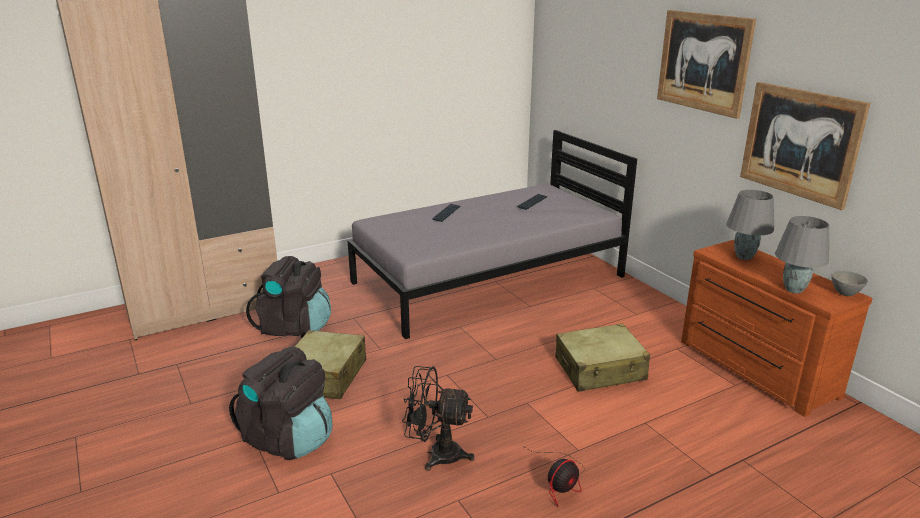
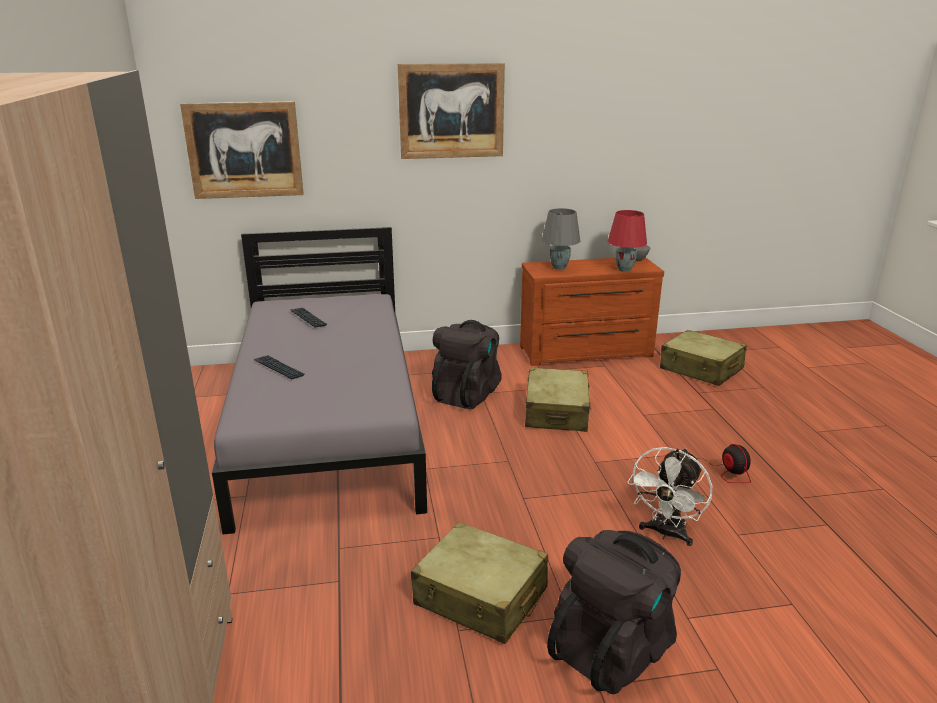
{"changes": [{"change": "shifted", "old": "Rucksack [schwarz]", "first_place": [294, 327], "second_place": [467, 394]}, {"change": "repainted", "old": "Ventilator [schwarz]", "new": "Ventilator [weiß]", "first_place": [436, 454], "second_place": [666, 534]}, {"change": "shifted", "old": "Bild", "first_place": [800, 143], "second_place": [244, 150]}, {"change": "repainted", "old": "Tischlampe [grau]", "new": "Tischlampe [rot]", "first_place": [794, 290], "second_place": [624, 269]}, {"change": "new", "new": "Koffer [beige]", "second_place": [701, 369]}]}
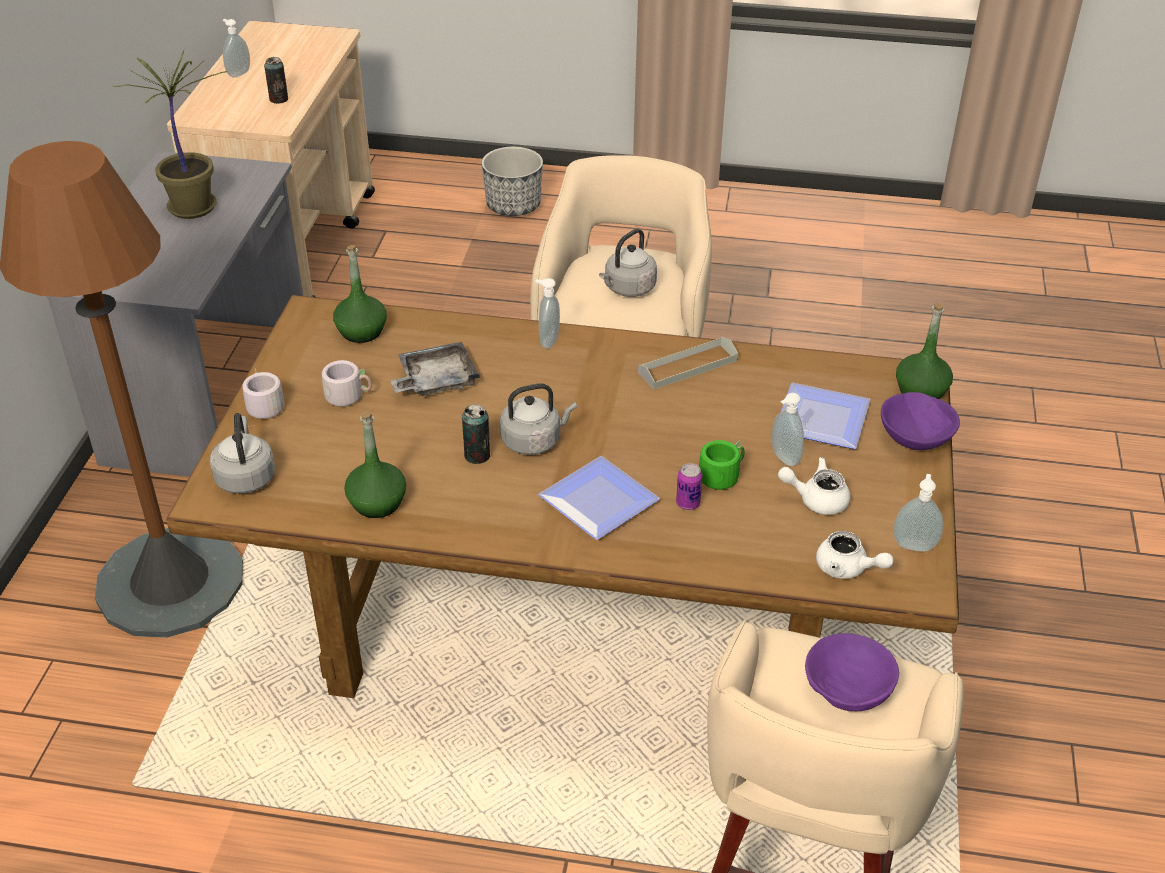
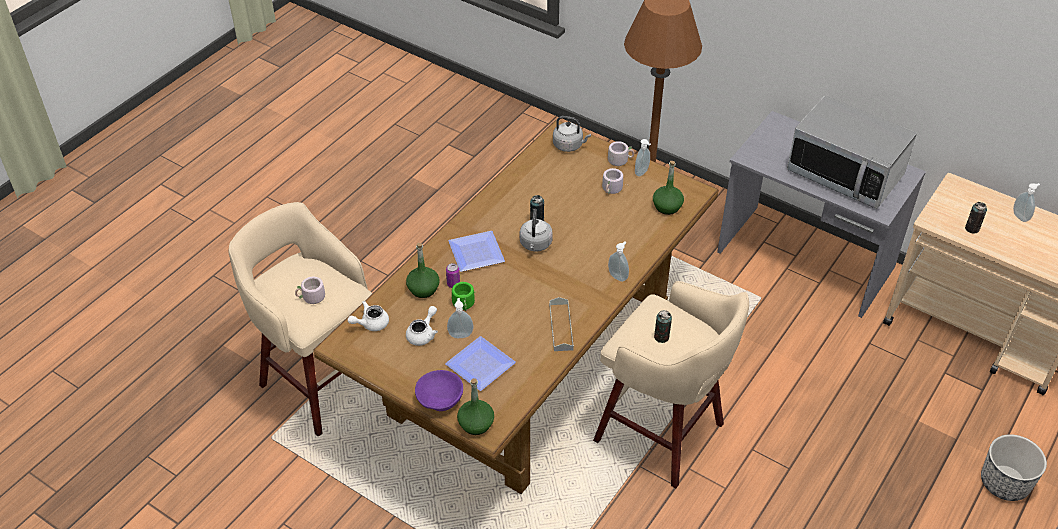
{"changes": [{"change": "swapped", "old": "Topfpflanze", "new": "Mikrowelle", "first_place": [192, 206], "second_place": [845, 174]}, {"change": "shifted", "old": "Flasche [grün]", "first_place": [377, 503], "second_place": [423, 289]}, {"change": "gone", "old": "Tablett [grau]", "first_place": [435, 380]}, {"change": "swapped", "old": "Wasserkessel [grau]", "new": "Dose", "first_place": [628, 289], "second_place": [661, 337]}, {"change": "swapped", "old": "Schüssel [lila]", "new": "Henkelbecher [grau]", "first_place": [849, 689], "second_place": [311, 298]}, {"change": "shifted", "old": "Seifenspender", "first_place": [914, 544], "second_place": [642, 173]}]}
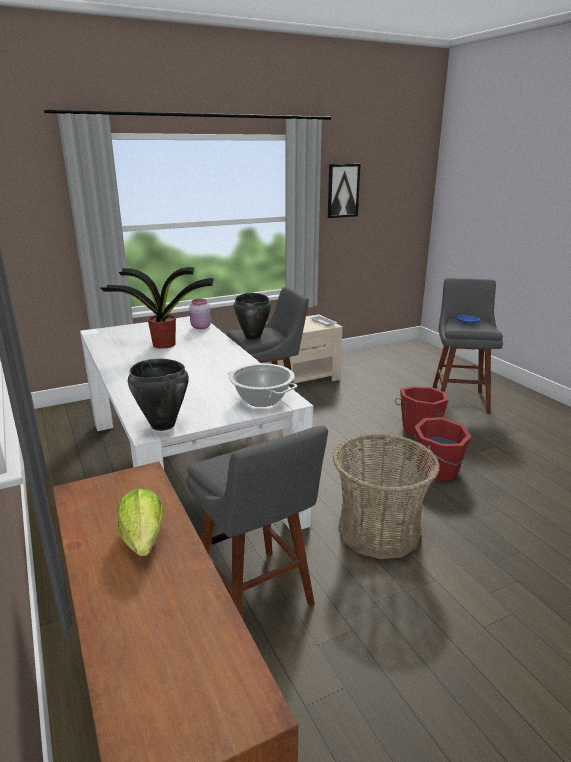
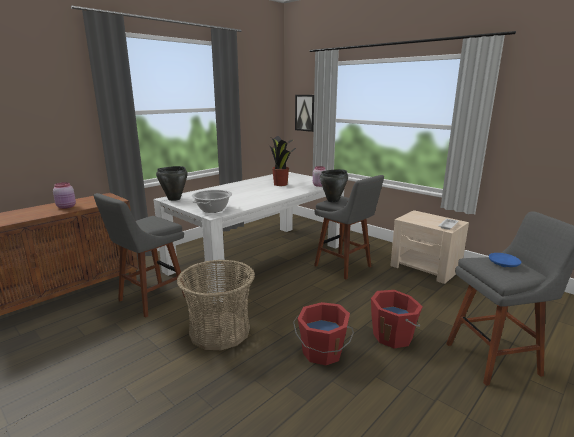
{"changes": [{"change": "swapped", "old": "Salatkopf", "new": "Vorratsglas [rosa]", "first_place": [143, 540], "second_place": [67, 207]}, {"change": "shifted", "old": "Bild", "first_place": [343, 190], "second_place": [305, 113]}]}
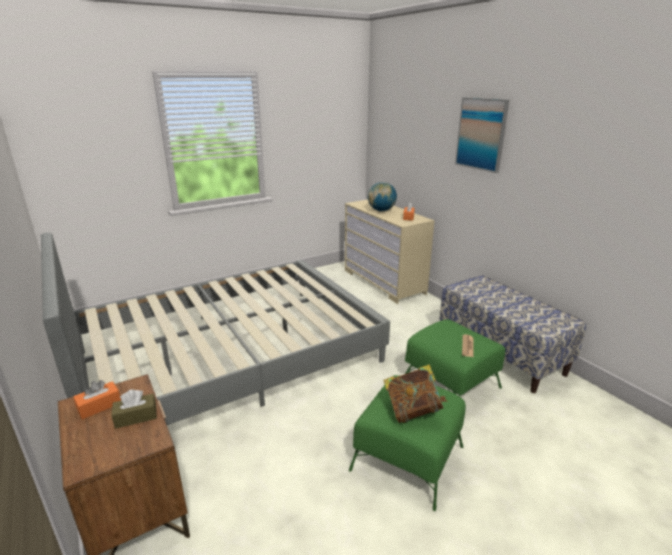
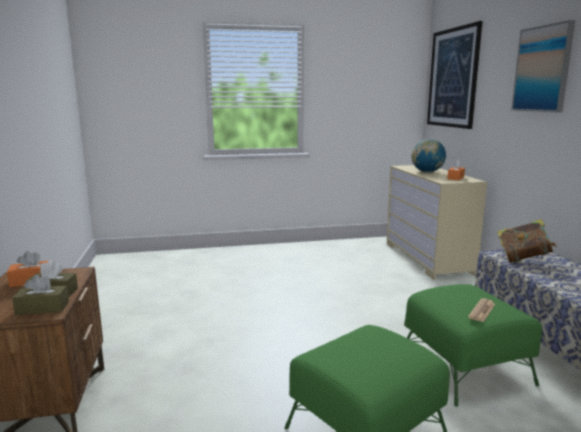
{"changes": [{"change": "gone", "old": "Bett [grau]", "first_place": [228, 357]}, {"change": "shifted", "old": "Buch", "first_place": [413, 411], "second_place": [523, 259]}, {"change": "new", "new": "Taschentuchbox [braun]", "second_place": [42, 308]}, {"change": "new", "new": "Bild", "second_place": [453, 78]}]}
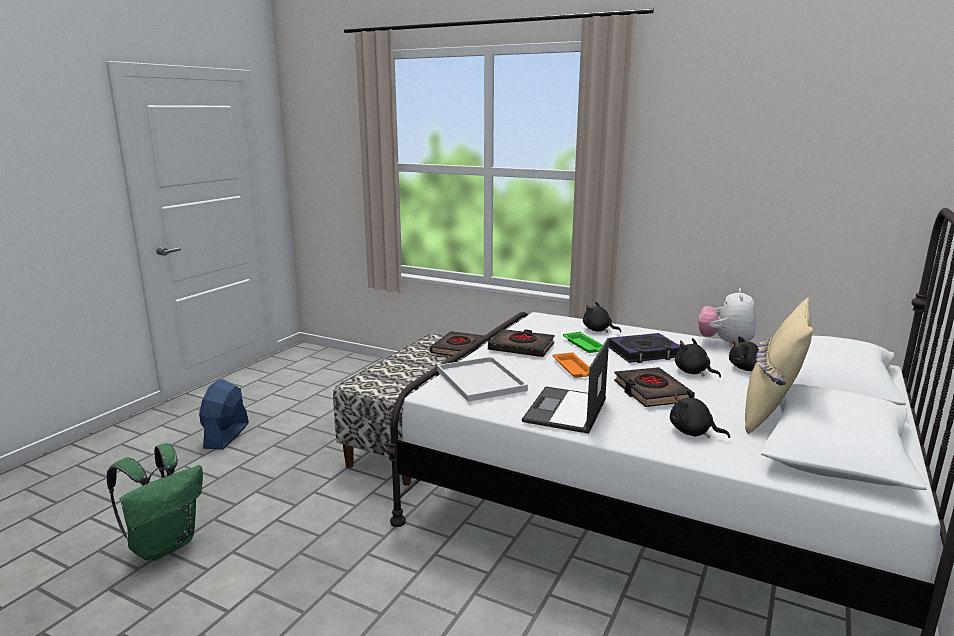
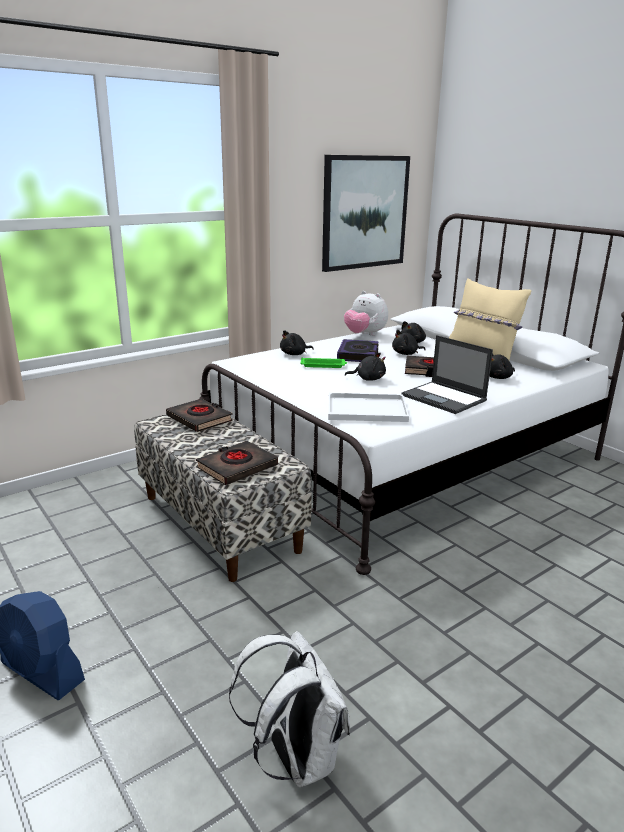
{"changes": [{"change": "repainted", "old": "Rucksack [grün]", "new": "Rucksack [weiß]", "first_place": [164, 545], "second_place": [295, 757]}, {"change": "shifted", "old": "Buch [schwarz]", "first_place": [521, 347], "second_place": [237, 467]}, {"change": "swapped", "old": "Tablett [orange]", "new": "Plüschtier [schwarz]", "first_place": [573, 369], "second_place": [368, 379]}, {"change": "new", "new": "Bild", "second_place": [365, 212]}]}
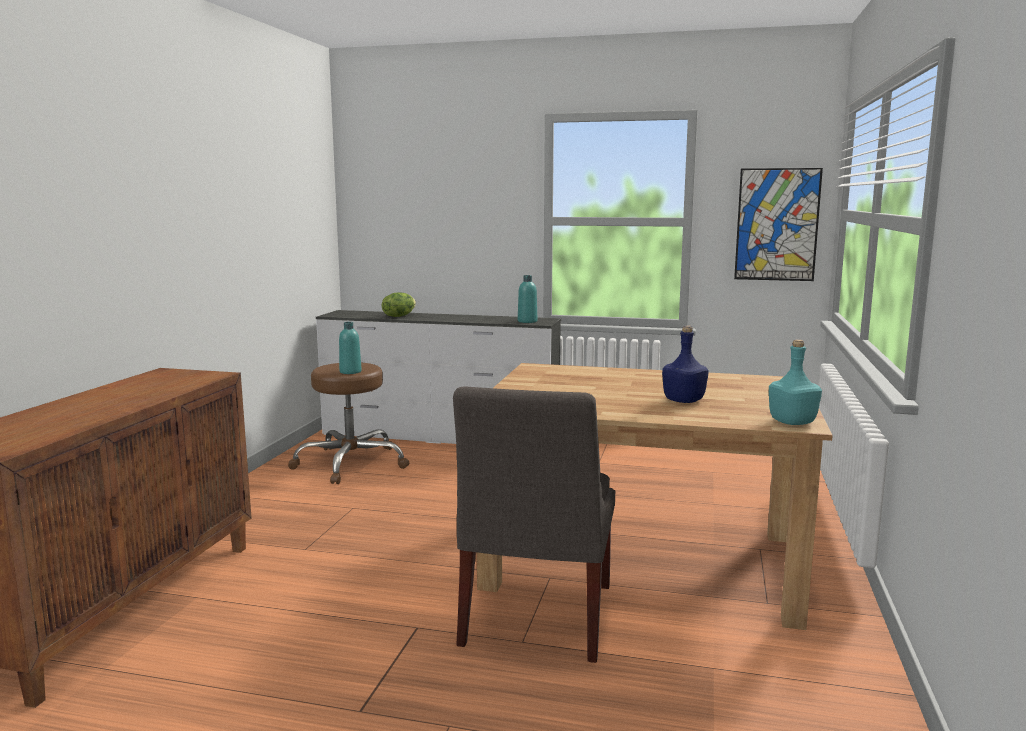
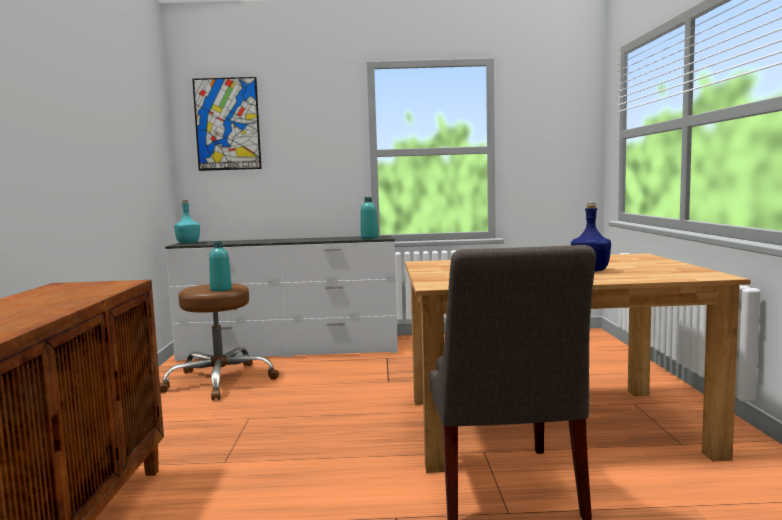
{"changes": [{"change": "gone", "old": "Salatkopf", "first_place": [399, 316]}, {"change": "shifted", "old": "Bild", "first_place": [777, 225], "second_place": [227, 124]}, {"change": "shifted", "old": "Flasche [türkis]", "first_place": [791, 422], "second_place": [188, 243]}]}
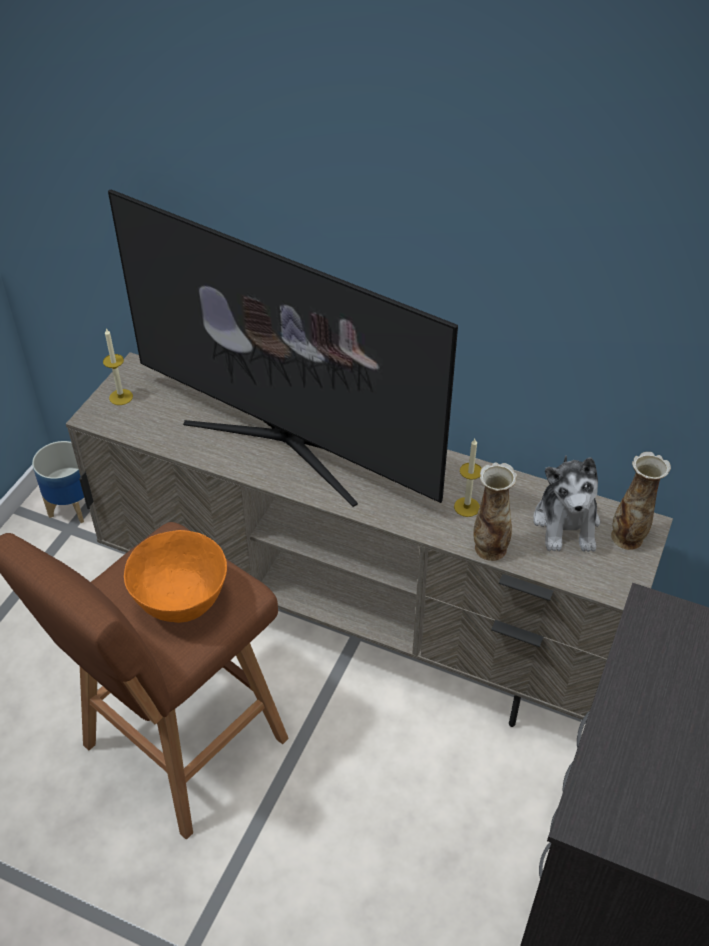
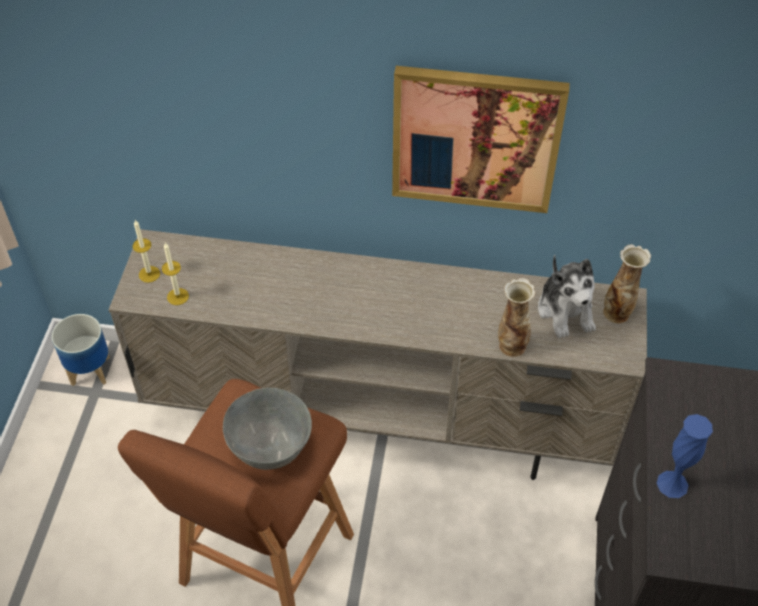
{"changes": [{"change": "gone", "old": "Fernseher", "first_place": [285, 442]}, {"change": "repainted", "old": "Schüssel [orange]", "new": "Schüssel [grau]", "first_place": [183, 602], "second_place": [271, 448]}, {"change": "shifted", "old": "Kerze", "first_place": [467, 507], "second_place": [178, 296]}, {"change": "new", "new": "Bild", "second_place": [475, 138]}, {"change": "new", "new": "Vase [blau]", "second_place": [672, 484]}]}
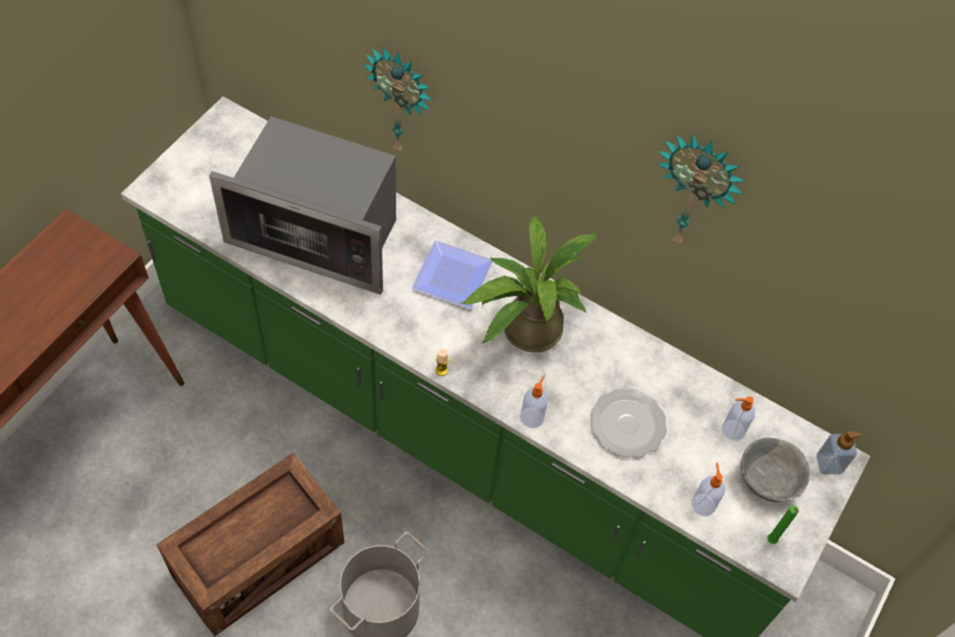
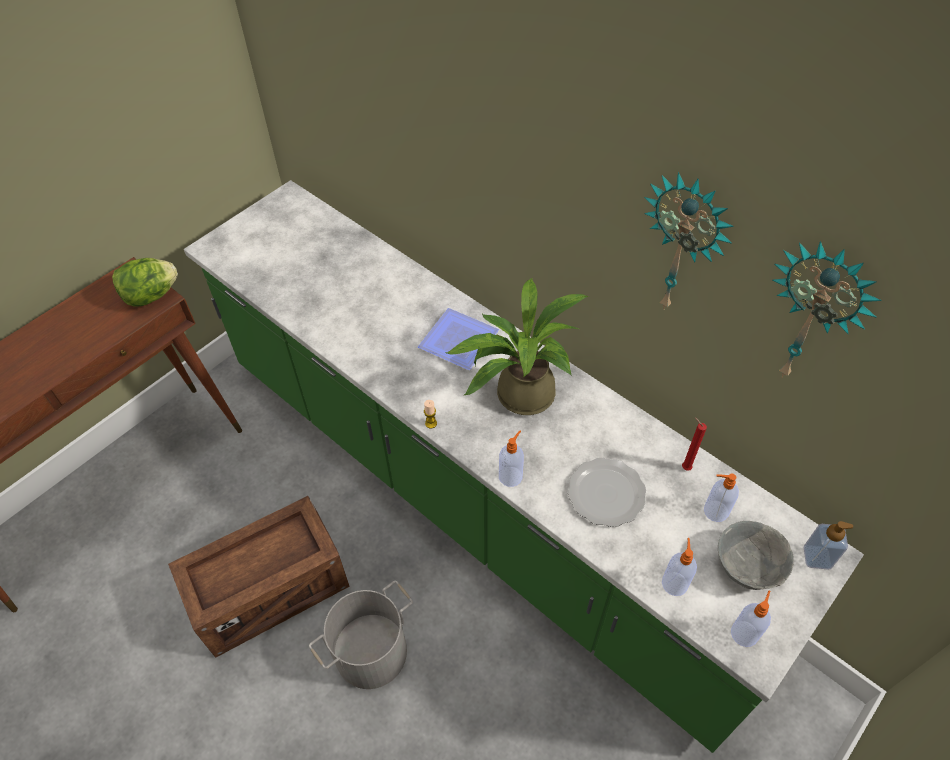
{"changes": [{"change": "gone", "old": "Mikrowelle", "first_place": [319, 235]}, {"change": "shifted", "old": "Wanduhr", "first_place": [401, 101], "second_place": [814, 314]}, {"change": "swapped", "old": "Kerze [grün]", "new": "Seifenspender", "first_place": [771, 542], "second_place": [744, 632]}, {"change": "new", "new": "Salatkopf", "second_place": [151, 295]}, {"change": "new", "new": "Kerze [rot]", "second_place": [684, 467]}]}
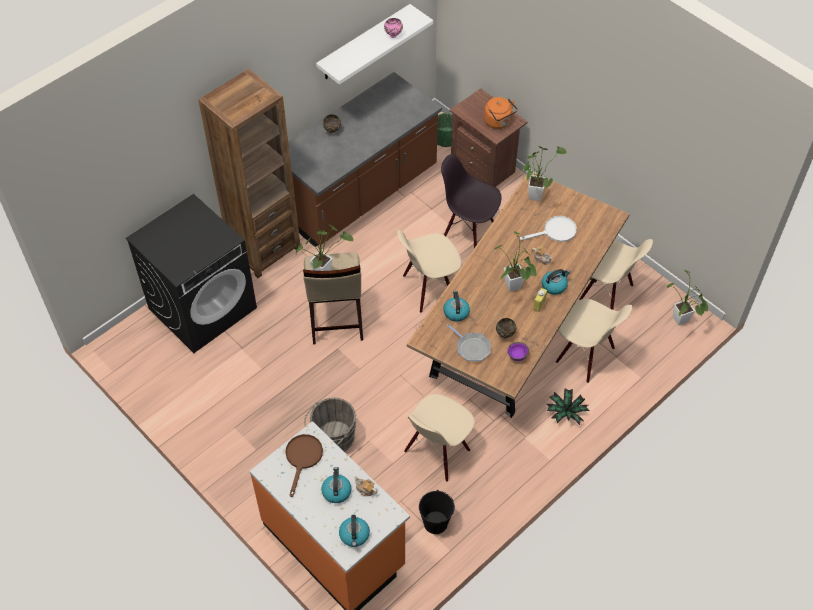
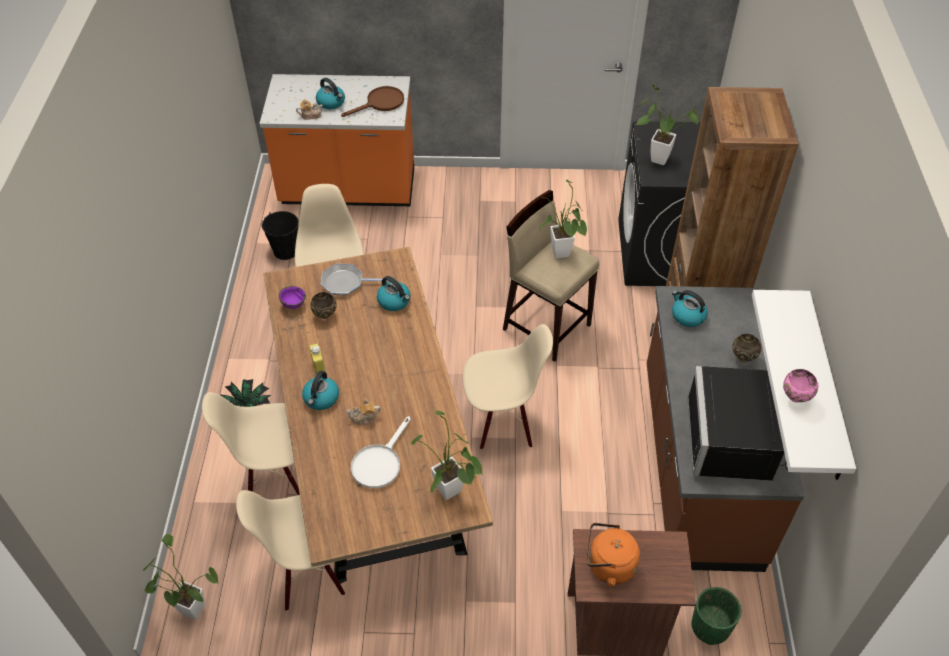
{"changes": [{"change": "rotated", "old": "Pfanne [braun]", "first_place": [303, 458], "second_place": [381, 103], "degrees": -90}, {"change": "gone", "old": "Eimer [grau]", "first_place": [333, 439]}, {"change": "shifted", "old": "Wasserkessel", "first_place": [354, 535], "second_place": [687, 316]}, {"change": "rotated", "old": "Stuhl [beige]", "first_place": [428, 288], "second_place": [502, 421], "degrees": 60}, {"change": "gone", "old": "Stuhl [schwarz]", "first_place": [468, 231]}, {"change": "shifted", "old": "Topfpflanze", "first_place": [514, 289], "second_place": [655, 158]}, {"change": "new", "new": "Mikrowelle [schwarz]", "second_place": [736, 440]}]}
